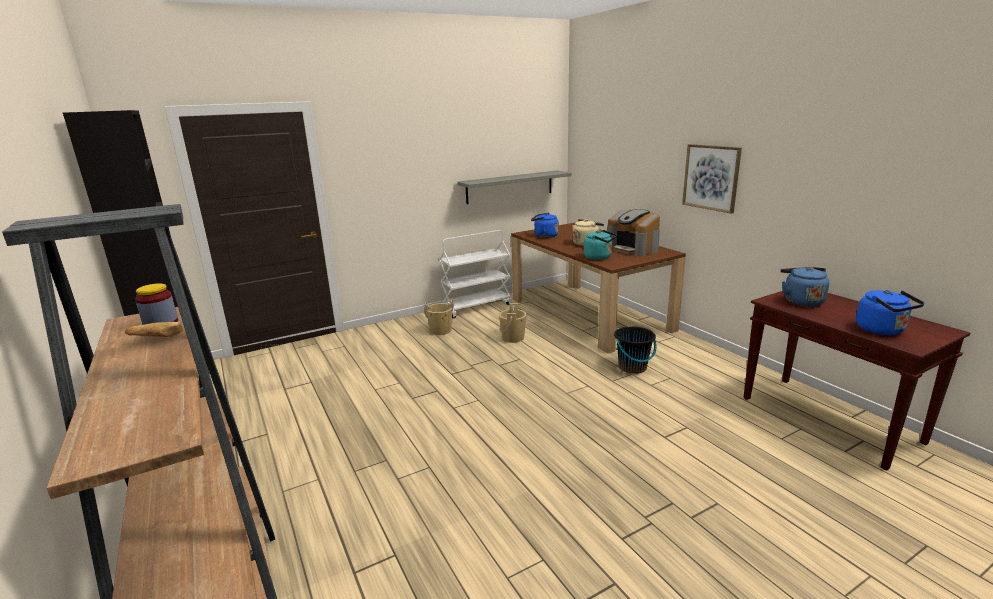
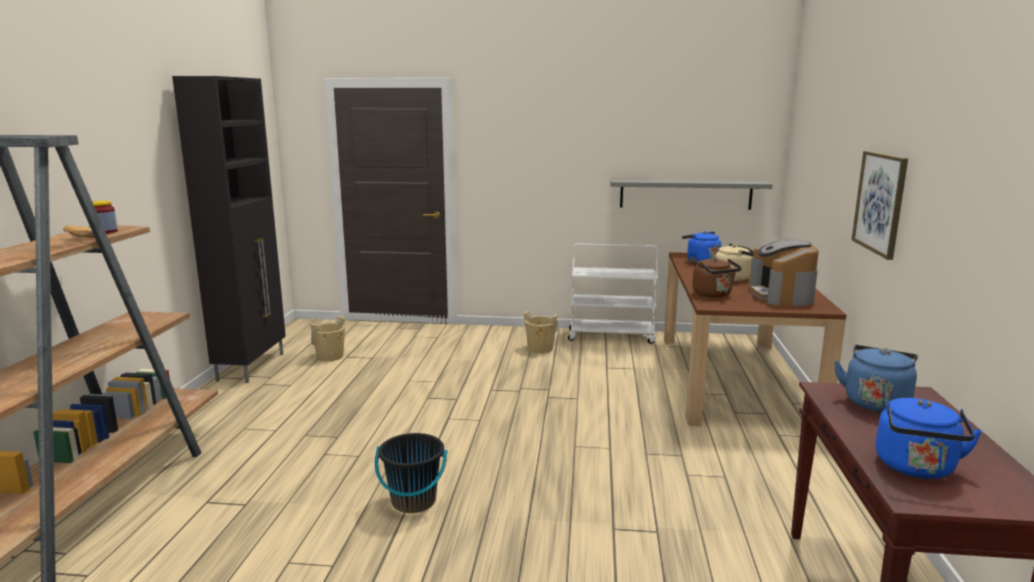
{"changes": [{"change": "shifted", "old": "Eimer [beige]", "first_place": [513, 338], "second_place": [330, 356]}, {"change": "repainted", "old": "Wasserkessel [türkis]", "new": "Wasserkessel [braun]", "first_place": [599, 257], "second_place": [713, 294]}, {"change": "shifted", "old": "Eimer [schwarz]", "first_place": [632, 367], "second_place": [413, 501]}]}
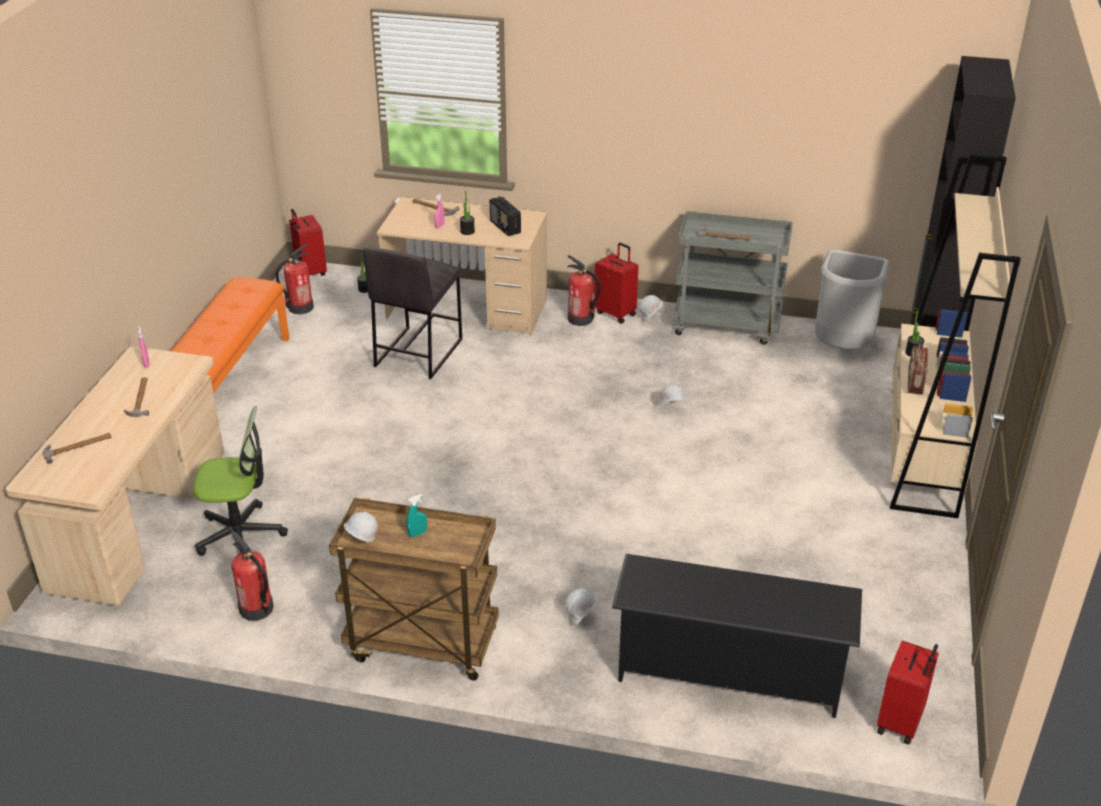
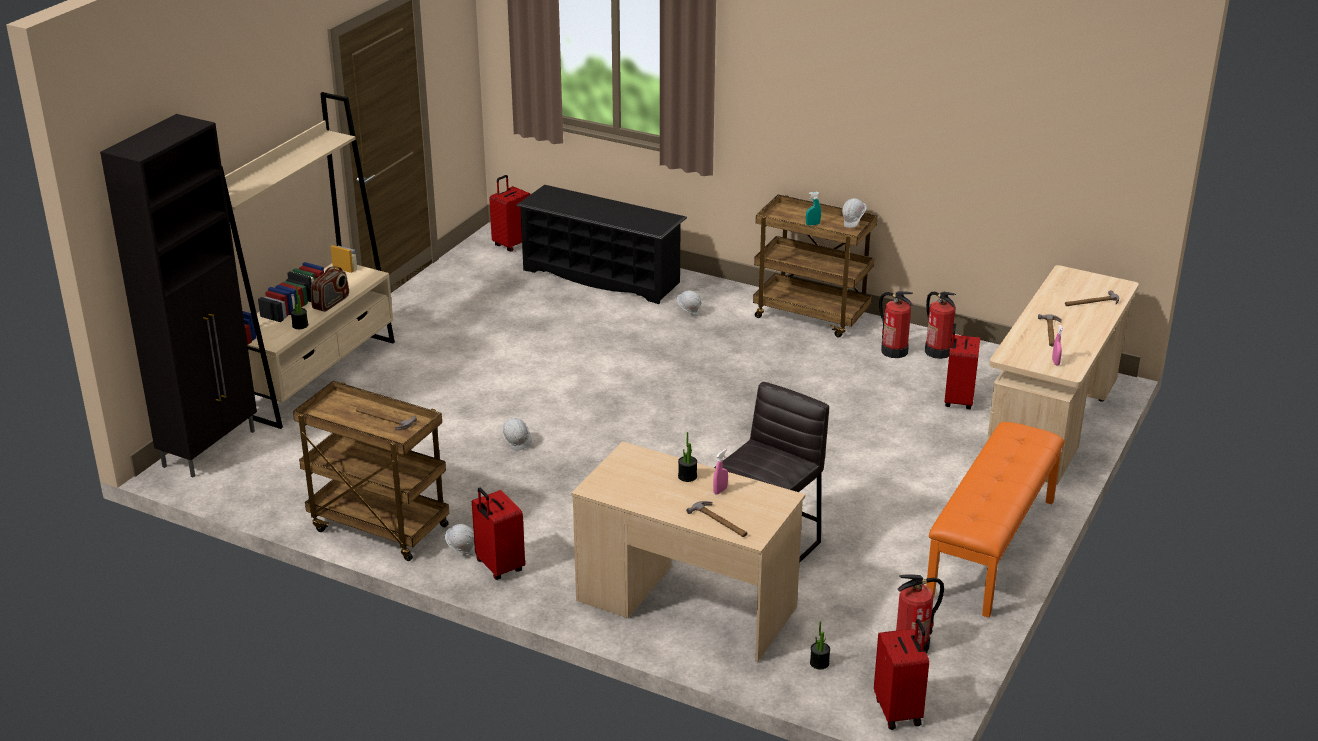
{"changes": [{"change": "swapped", "old": "Bürostuhl", "new": "Koffer [rot]", "first_place": [241, 535], "second_place": [957, 400]}, {"change": "gone", "old": "Radio", "first_place": [505, 227]}, {"change": "shifted", "old": "Feuerlöscher", "first_place": [580, 319], "second_place": [894, 351]}, {"change": "repainted", "old": "Rollwagen [grau]", "new": "Rollwagen [braun]", "first_place": [727, 325], "second_place": [377, 528]}, {"change": "gone", "old": "Mülleimer [grau]", "first_place": [842, 347]}]}
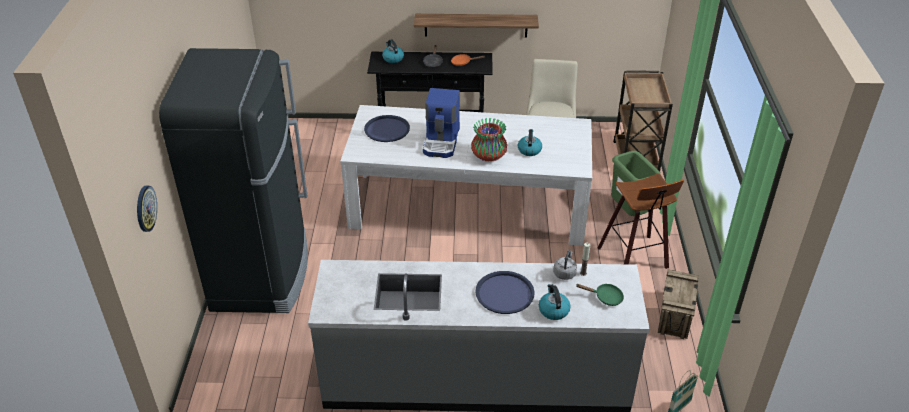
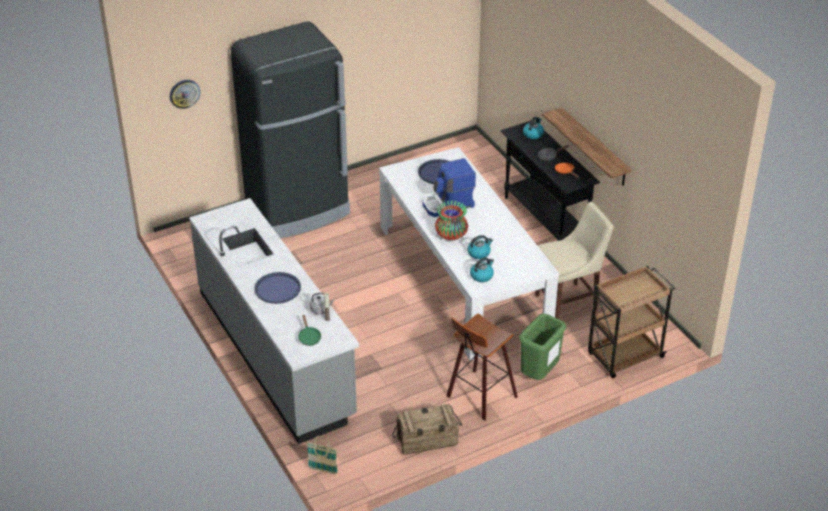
{"changes": [{"change": "shifted", "old": "Wasserkessel", "first_place": [553, 310], "second_place": [482, 275]}]}
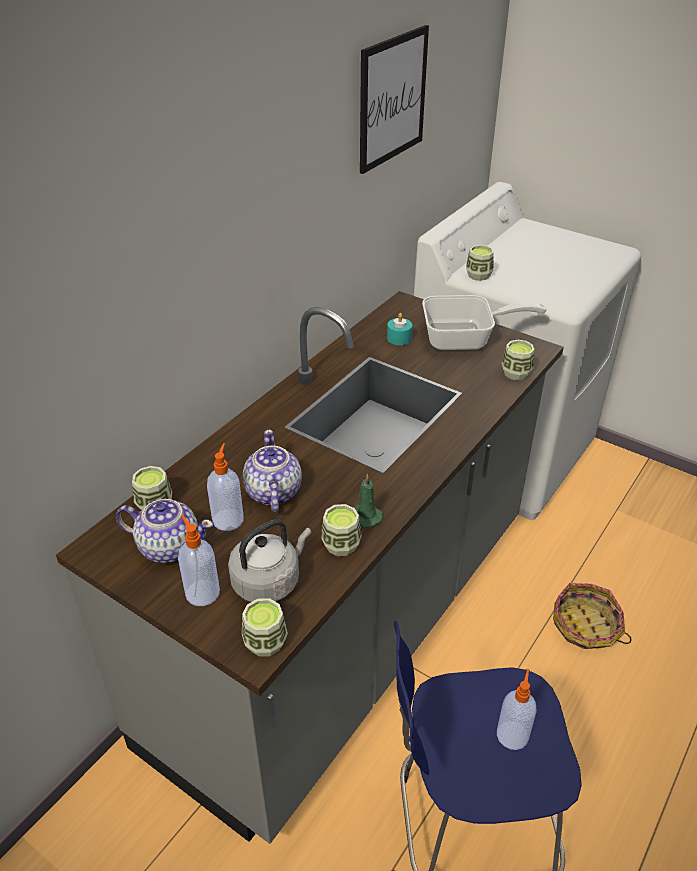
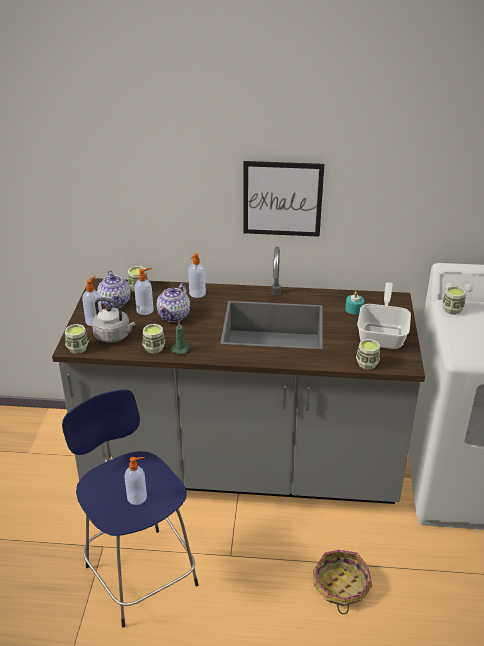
{"changes": [{"change": "rotated", "old": "Teekanne", "first_place": [272, 492], "second_place": [174, 315], "degrees": 150}, {"change": "shifted", "old": "Bild", "first_place": [392, 99], "second_place": [282, 199]}, {"change": "rotated", "old": "Pfanne", "first_place": [466, 339], "second_place": [383, 334], "degrees": -135}, {"change": "new", "new": "Seifenspender", "second_place": [197, 294]}]}
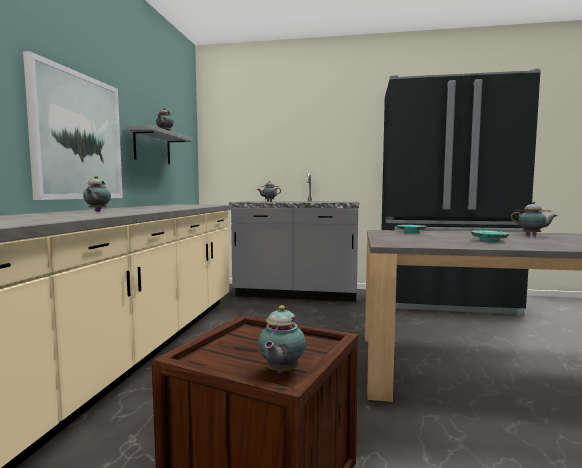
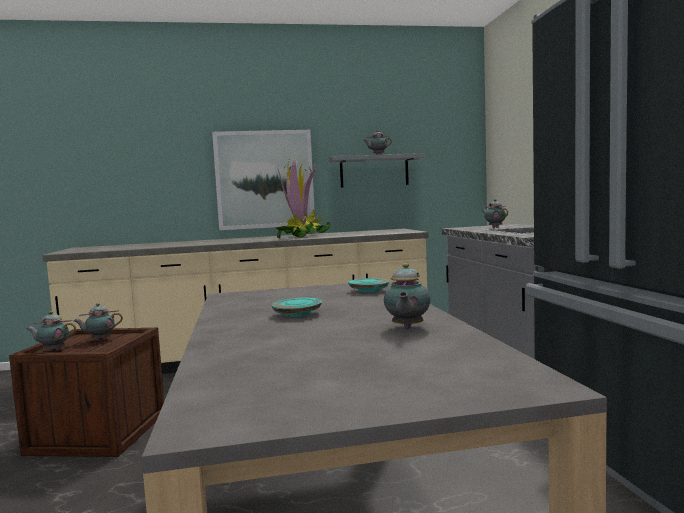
{"changes": [{"change": "shifted", "old": "Teekanne", "first_place": [97, 211], "second_place": [99, 340]}, {"change": "new", "new": "Topfpflanze", "second_place": [302, 236]}]}
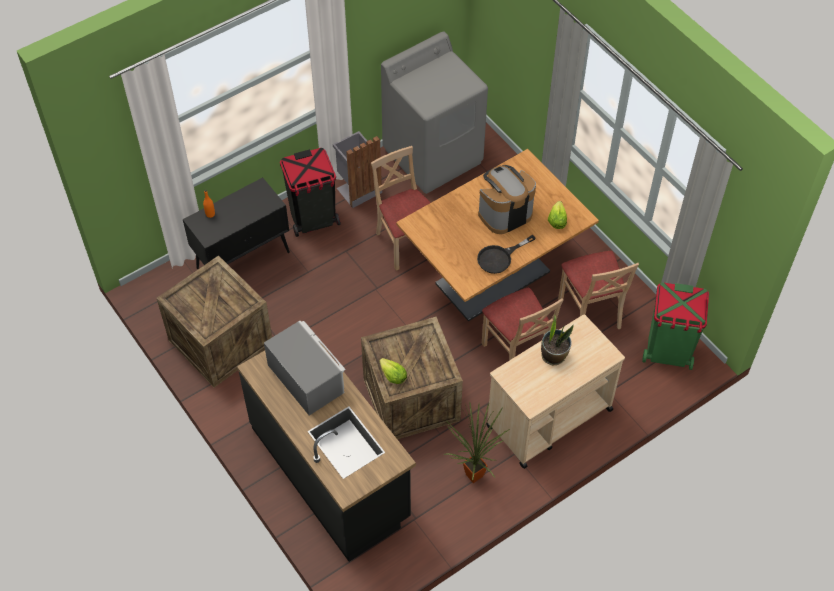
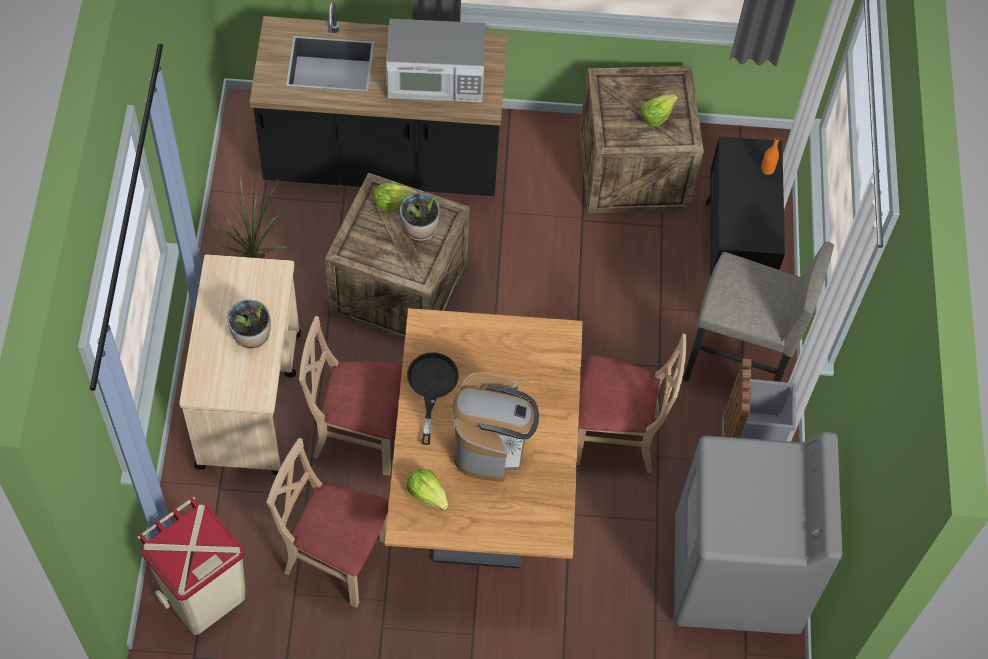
{"changes": [{"change": "swapped", "old": "Mülleimer [schwarz]", "new": "Hocker [grau]", "first_place": [313, 219], "second_place": [737, 365]}, {"change": "repainted", "old": "Mülleimer [grün]", "new": "Mülleimer [beige]", "first_place": [668, 352], "second_place": [204, 597]}, {"change": "new", "new": "Topfpflanze", "second_place": [420, 229]}, {"change": "new", "new": "Salatkopf", "second_place": [656, 115]}]}
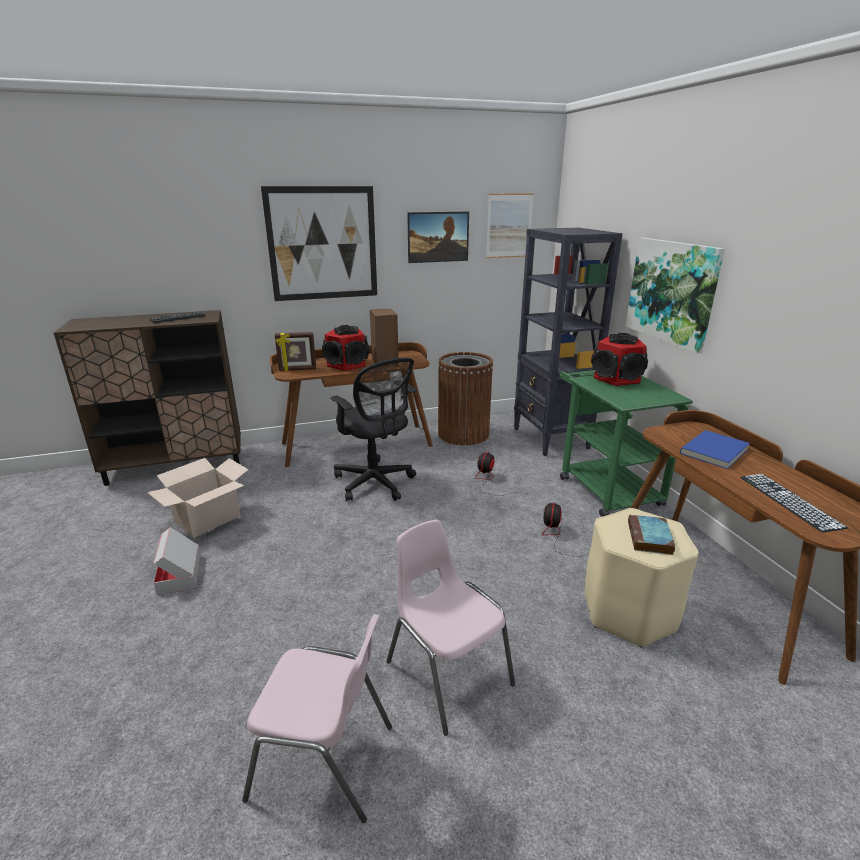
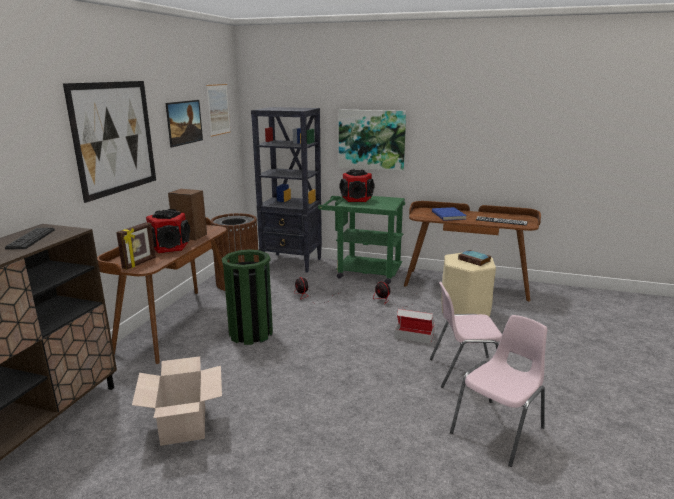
{"changes": [{"change": "shifted", "old": "Karton", "first_place": [180, 574], "second_place": [414, 335]}, {"change": "swapped", "old": "Bürostuhl [schwarz]", "new": "Mülleimer [grün]", "first_place": [376, 483], "second_place": [251, 333]}]}
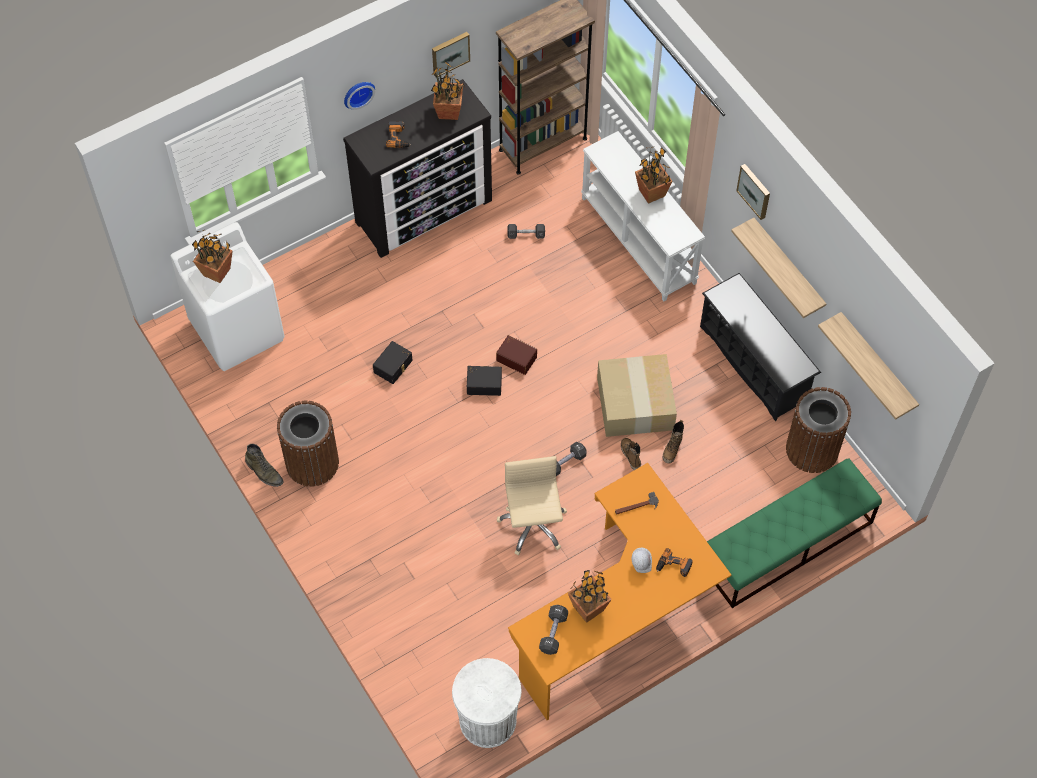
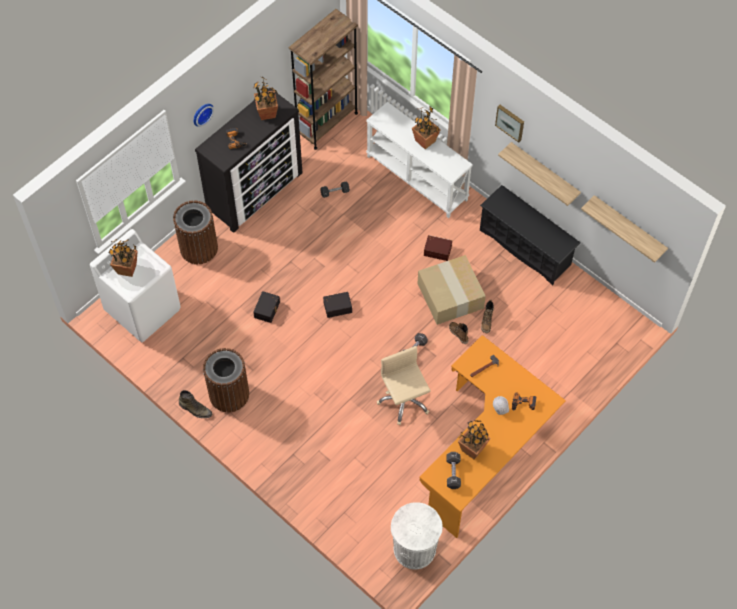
{"changes": [{"change": "gone", "old": "Bild", "first_place": [450, 53]}, {"change": "shifted", "old": "Aufbewahrungsbox [braun]", "first_place": [517, 358], "second_place": [437, 250]}, {"change": "gone", "old": "Bank [grün]", "first_place": [787, 545]}, {"change": "shifted", "old": "Mülleimer [braun]", "first_place": [812, 449], "second_place": [198, 248]}]}
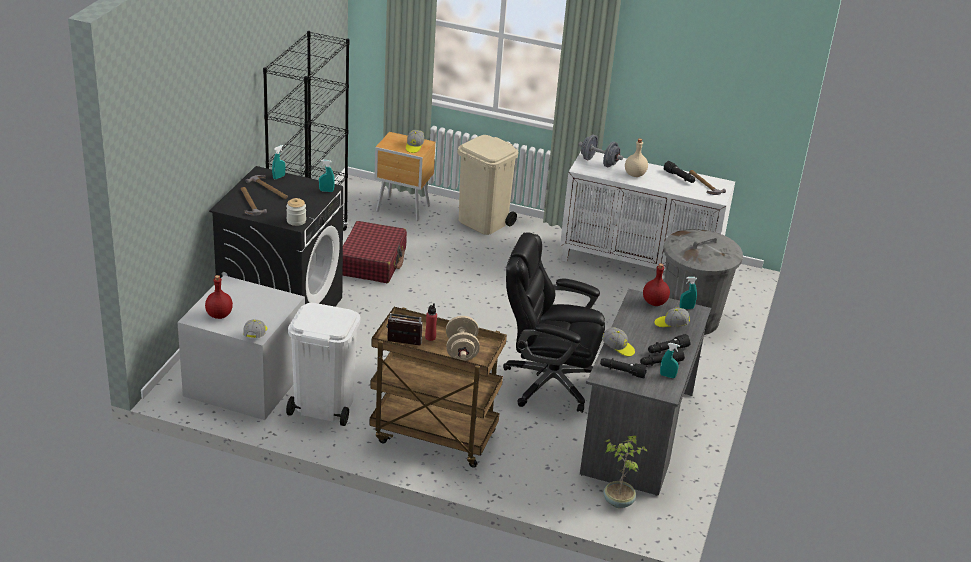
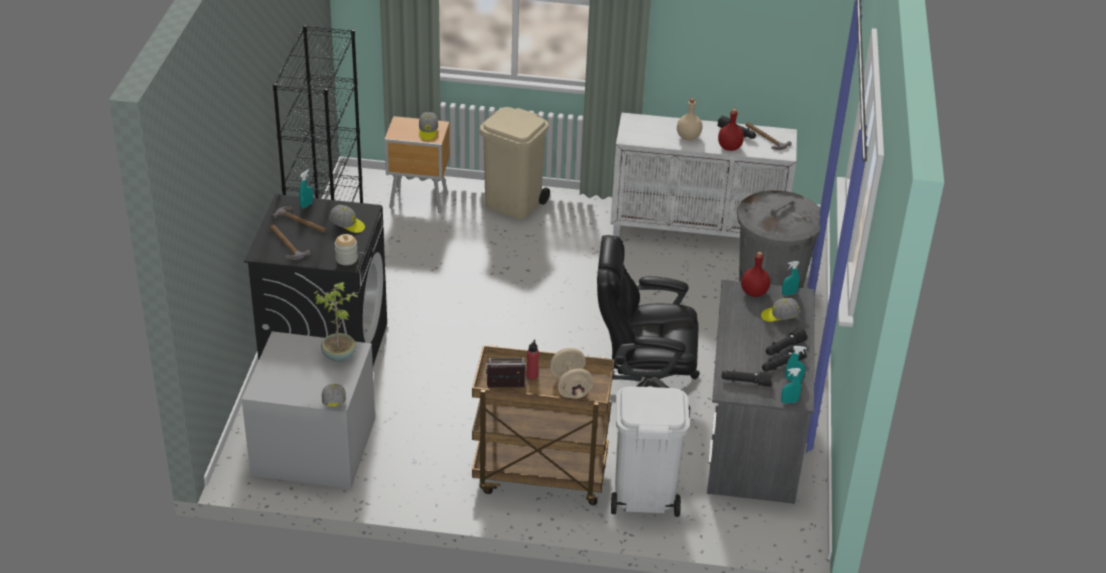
{"changes": [{"change": "shifted", "old": "Flasche [rot]", "first_place": [219, 315], "second_place": [729, 148]}, {"change": "shifted", "old": "Mülleimer [weiß]", "first_place": [323, 406], "second_place": [643, 495]}, {"change": "shifted", "old": "Sprühflasche [türkis]", "first_place": [326, 191], "second_place": [789, 401]}, {"change": "gone", "old": "Koffer [rot]", "first_place": [372, 262]}, {"change": "gone", "old": "Hantel [grau]", "first_place": [599, 162]}, {"change": "shifted", "old": "Kappe", "first_place": [618, 348], "second_place": [347, 225]}, {"change": "shifted", "old": "Topfpflanze", "first_place": [618, 501], "second_place": [339, 354]}]}
